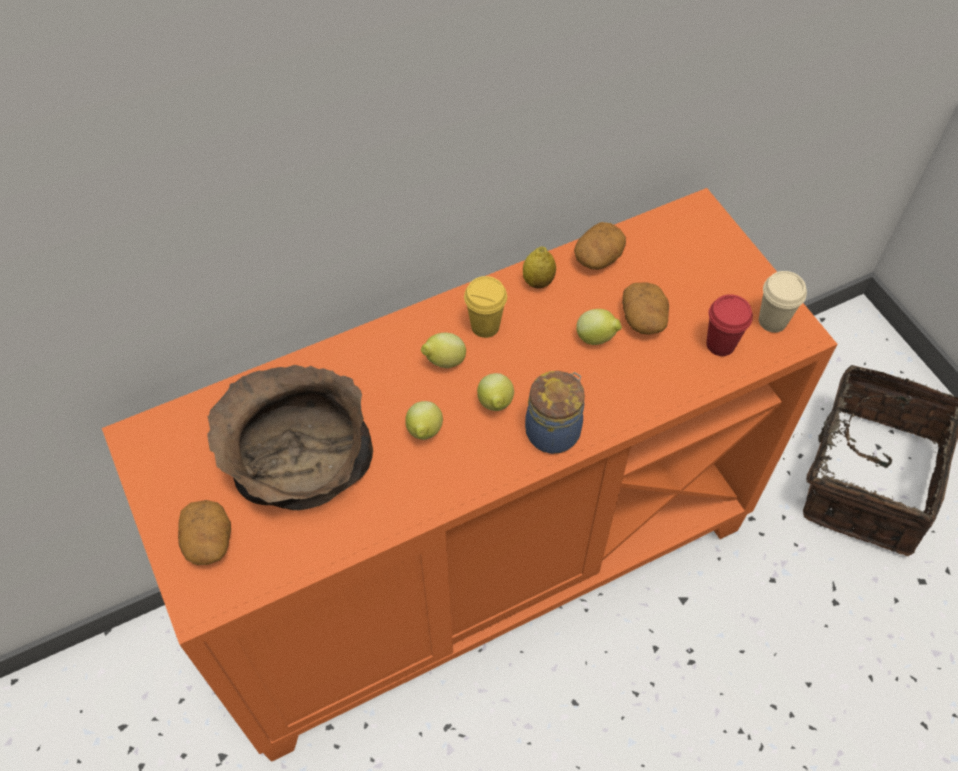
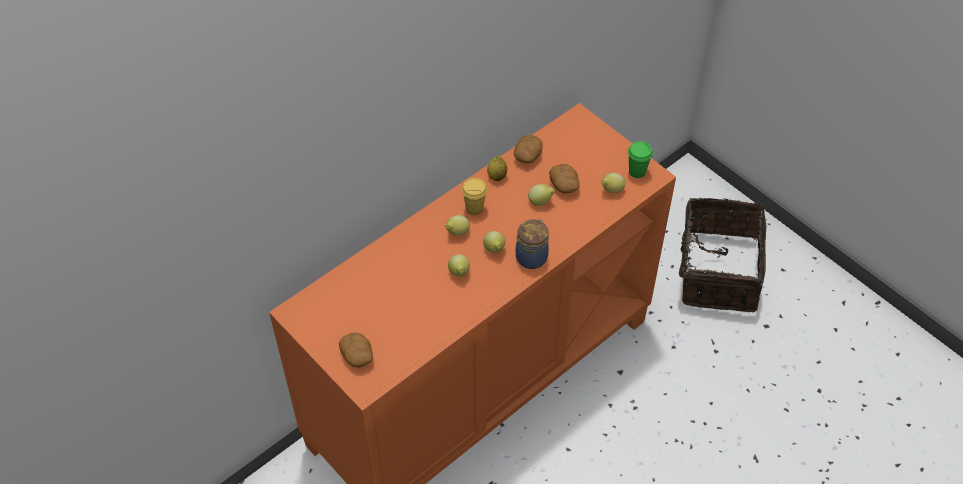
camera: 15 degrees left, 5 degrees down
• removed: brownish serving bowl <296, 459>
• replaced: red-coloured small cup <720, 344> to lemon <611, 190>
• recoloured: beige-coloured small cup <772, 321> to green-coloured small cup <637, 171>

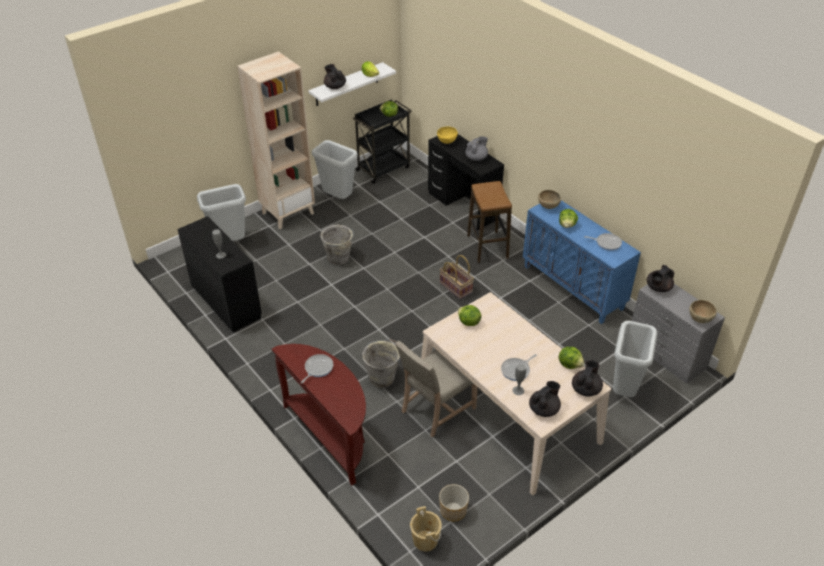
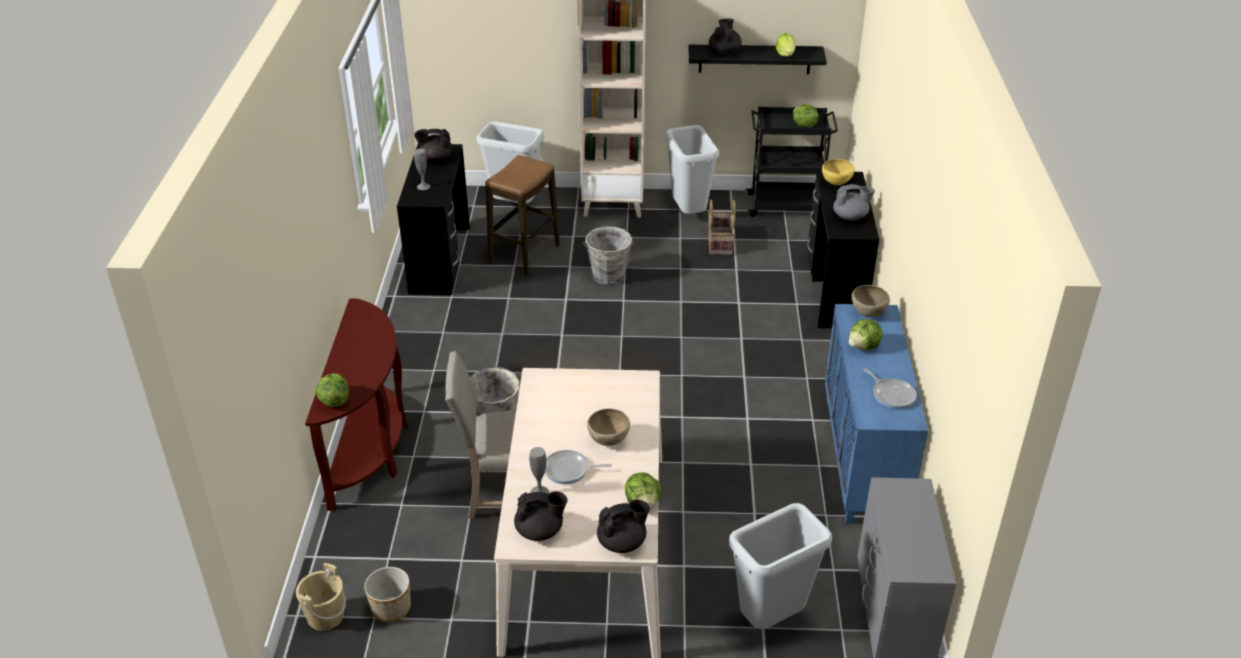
camera: 40 degrees right, 5 degrees down
• removed: pan <317, 368>
• moved: basket <456, 287> to <720, 243>
• moved: lettuce head <468, 322> to <334, 401>
• moved: stool seat <487, 247> to <524, 254>
• moved: blackish pot for tea <658, 288> to <436, 158>
• moved: brownish serving bowl <699, 319> to <608, 440>
• recoloured: whitish wall shelf <346, 84> to blackish wall shelf <754, 59>

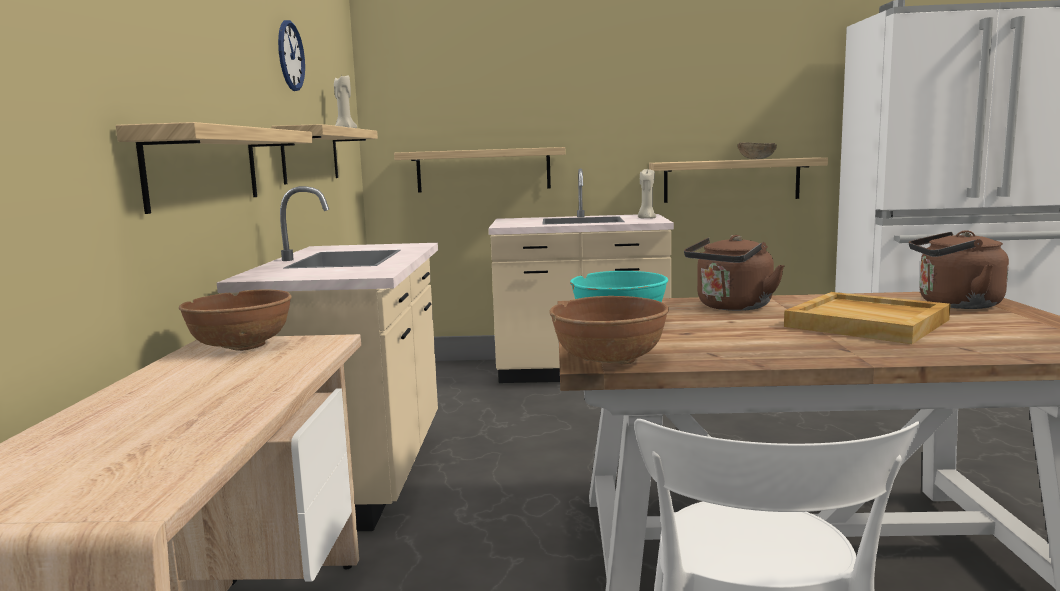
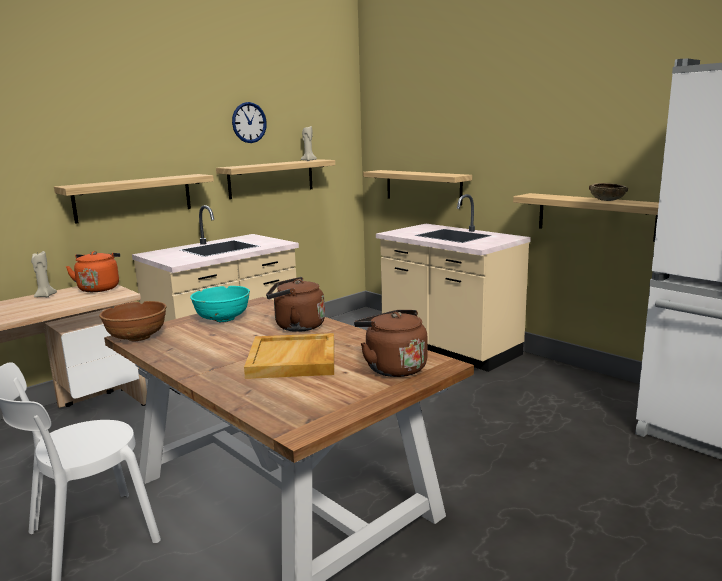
camera: 45 degrees right, 5 degrees up
• moved: beige-coloured candle <646, 218> to <45, 296>
• replaced: brownish serving bowl <241, 346> to orange water kettle <99, 288>

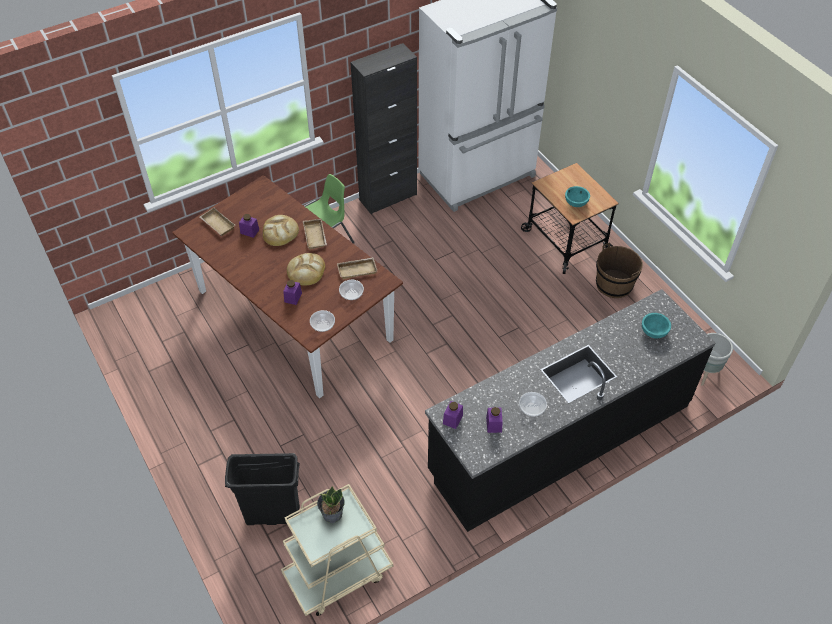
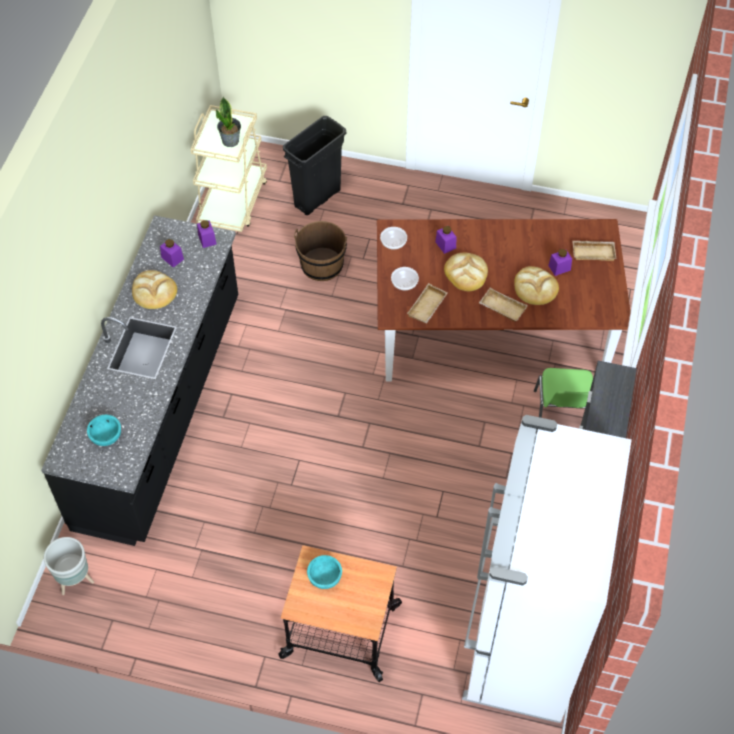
camera: 135 degrees right, 5 degrees up
• moved: brownish bucket <614, 284> to <322, 265>
• replaced: serving bowl <532, 408> to baked bread <154, 291>

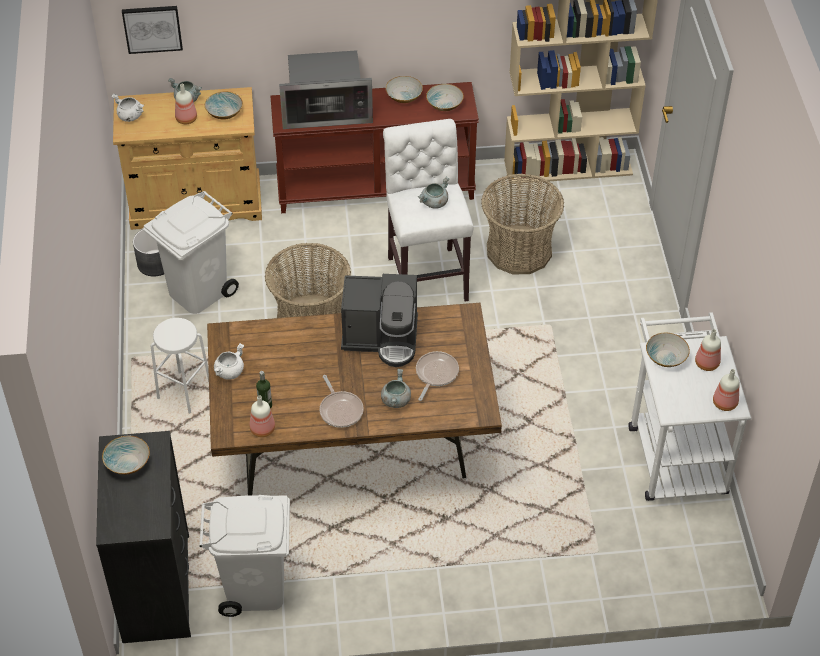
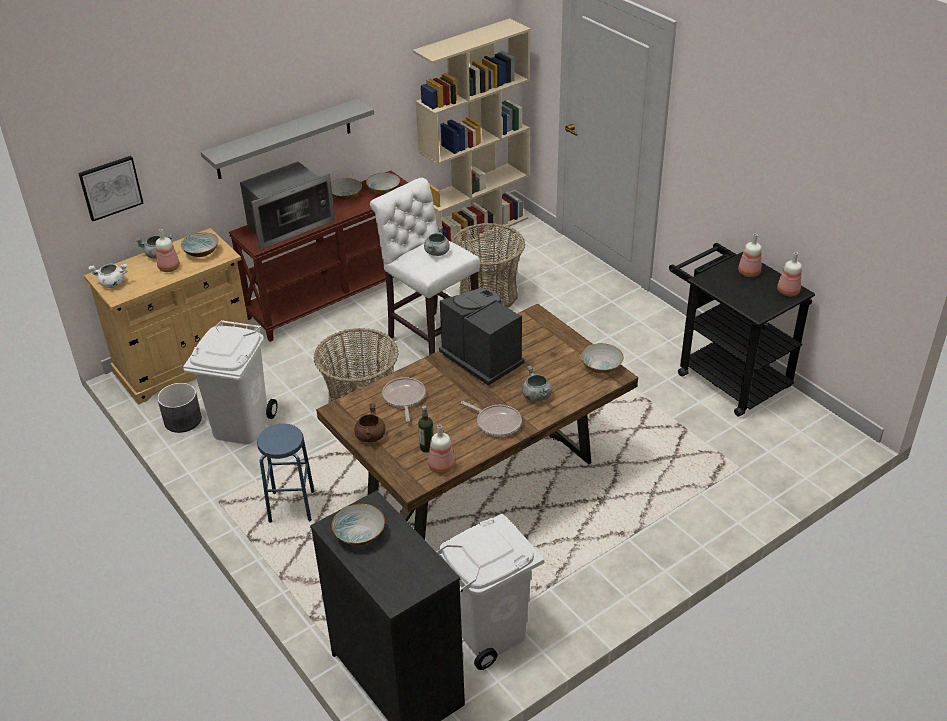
camera: 30 degrees left, 10 degrees down
• added: greyish wall shelf <284, 139>
• moved: pan <435, 374> to <404, 398>
• moved: serving bowl <665, 357> to <600, 366>
• recoloured: whitish stool seat <184, 392> to blue-coloured stool seat <291, 507>
• recoloured: whitish cooking pot <229, 371> to brownish cooking pot <370, 436>
• recoloured: whitish wheeled cart <674, 451> to blackish wheeled cart <726, 375>
• turned: coffee maker <382, 338> = <482, 358> 105 degrees counterclockwise

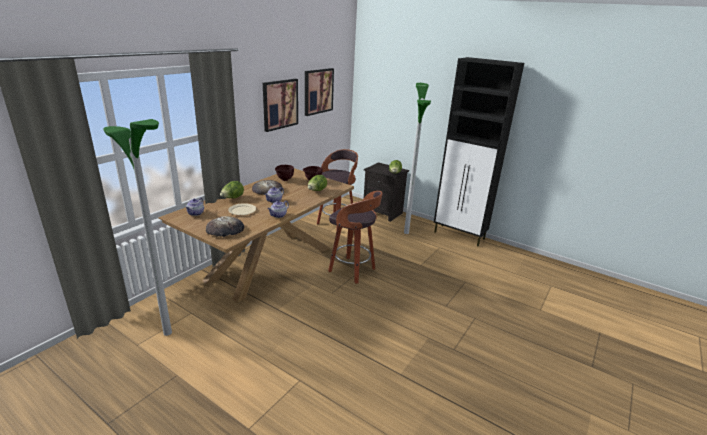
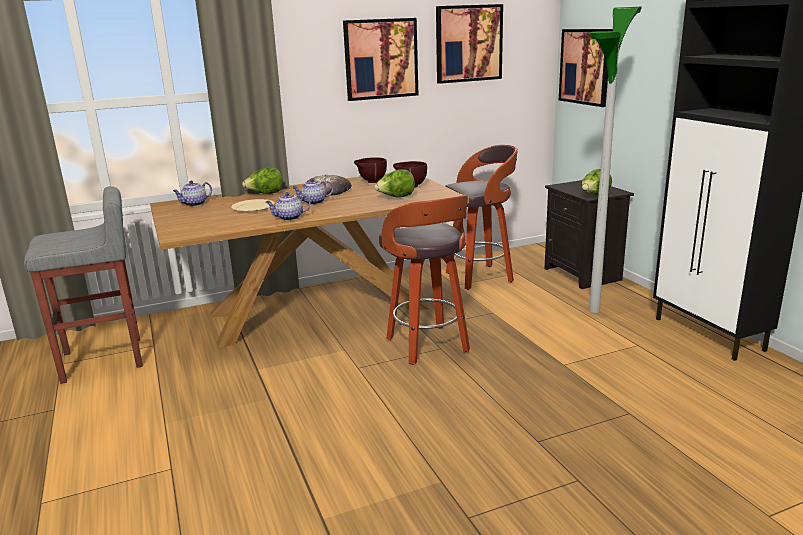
camera: 35 degrees right, 5 degrees down
• removed: baked bread <225, 230>
• added: wall art <585, 66>
• replaced: floor lamp <168, 332> to greyish stool seat <104, 360>

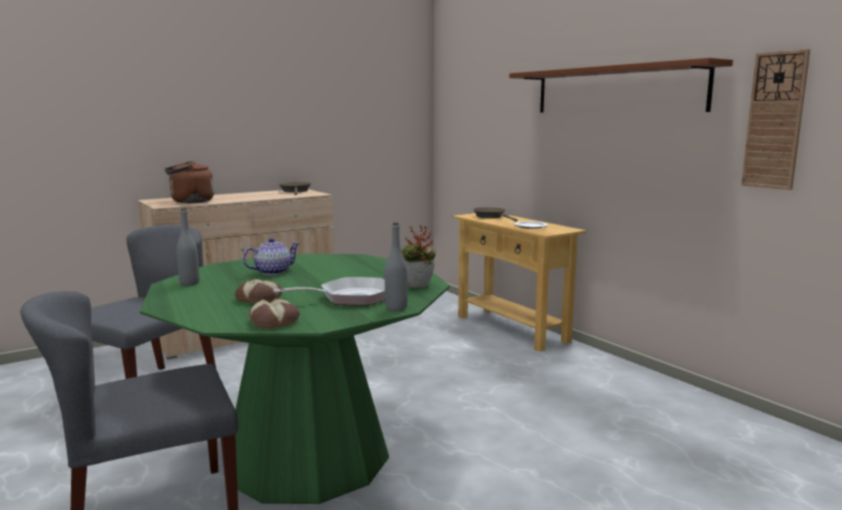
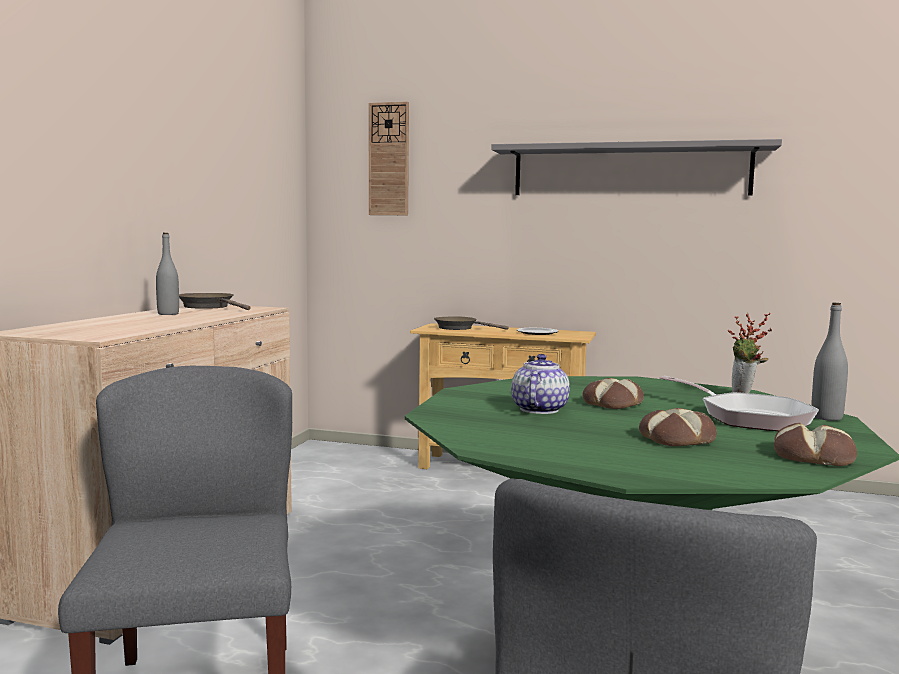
camera: 40 degrees left, 5 degrees down
• removed: brownish water kettle <189, 201>
• added: baked bread <611, 403>
• moved: greyish beverage bottle <189, 283> to <168, 314>
• moved: wall clock <775, 121> to <389, 159>
• recoloured: brownish wall shelf <616, 90> to greyish wall shelf <630, 171>
• turned: pan <350, 298> = <748, 417> 120 degrees clockwise

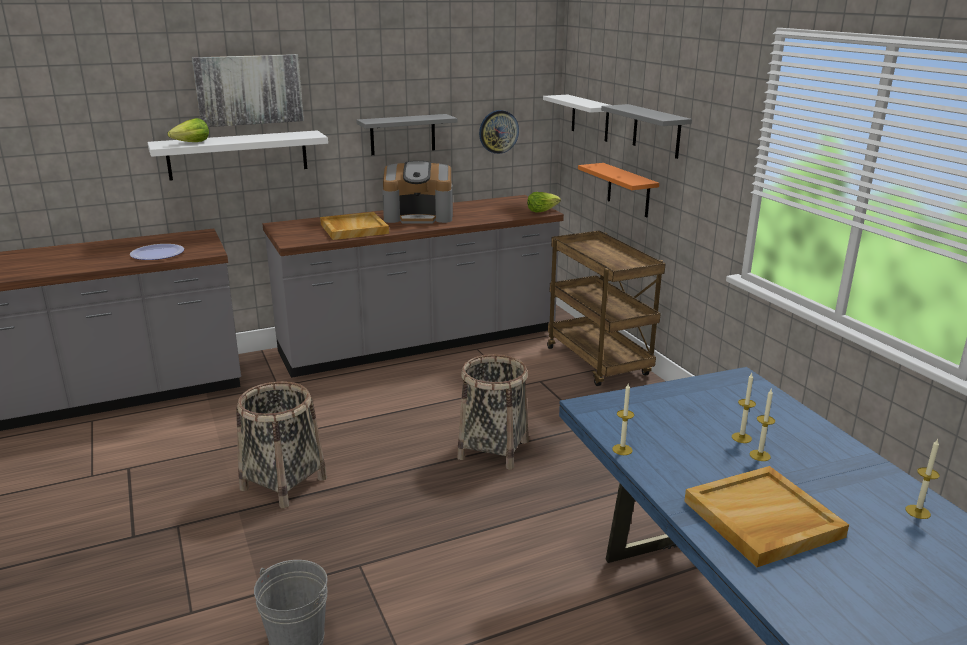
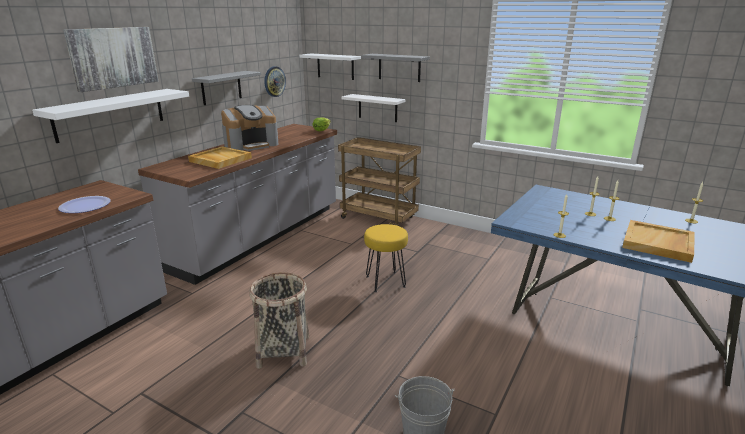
camera: 35 degrees left, 0 degrees up
• removed: lettuce head <192, 143>
• replaced: basket <493, 449> to yellow-coloured stool seat <385, 281>
• recoloured: orange wall shelf <628, 190> to whitish wall shelf <377, 108>

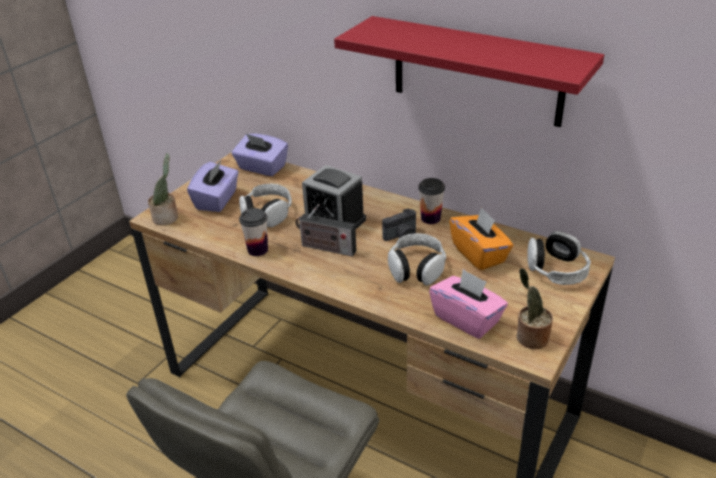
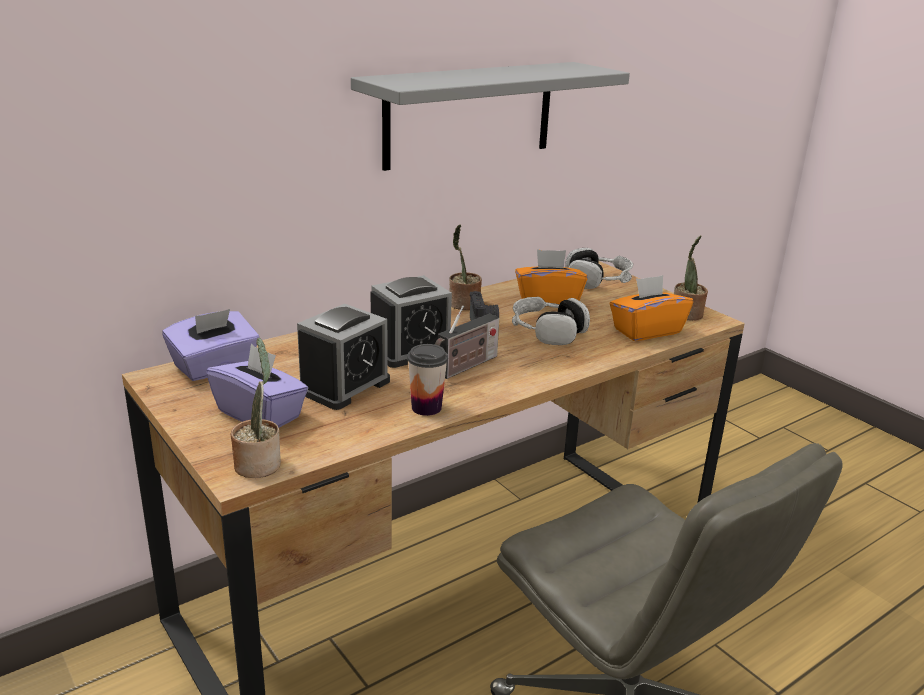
camera: 70 degrees left, 10 degrees down
• replaced: headphones <266, 213> to alarm clock <344, 386>
• replaced: small cup <430, 218> to potted plant <463, 304>
• recoloured: red-coloured wall shelf <476, 71> to greyish wall shelf <470, 114>
• recoloured: pinkish box of tissues <467, 319> to orange box of tissues <646, 331>

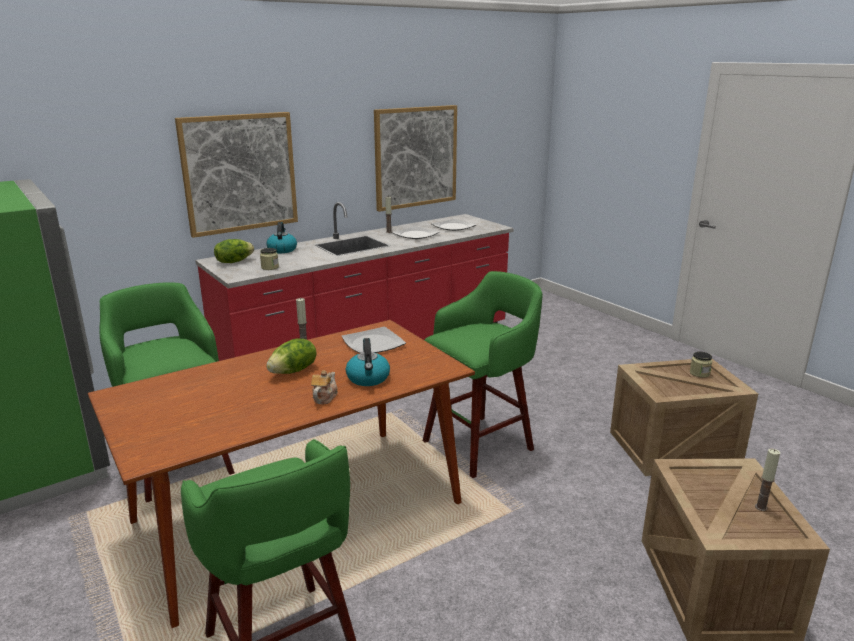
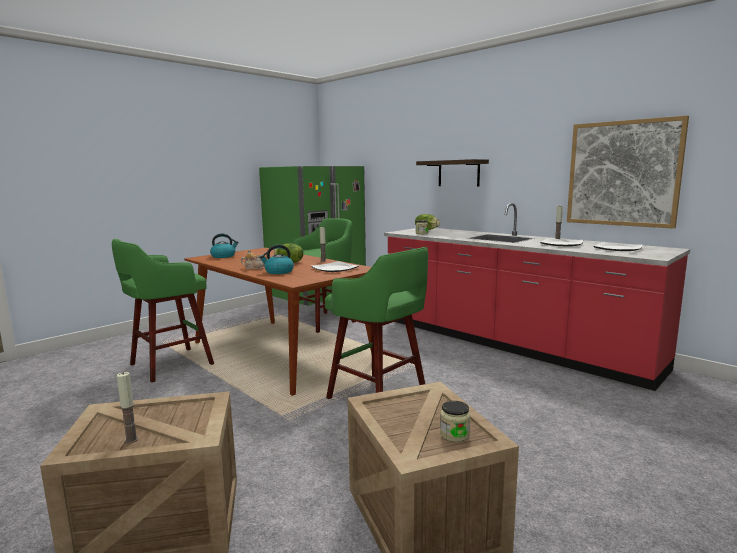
camera: 80 degrees right, 10 degrees down
• moved: water kettle <282, 250> to <224, 256>
• replaced: wall art <239, 173> to wall shelf <458, 173>

